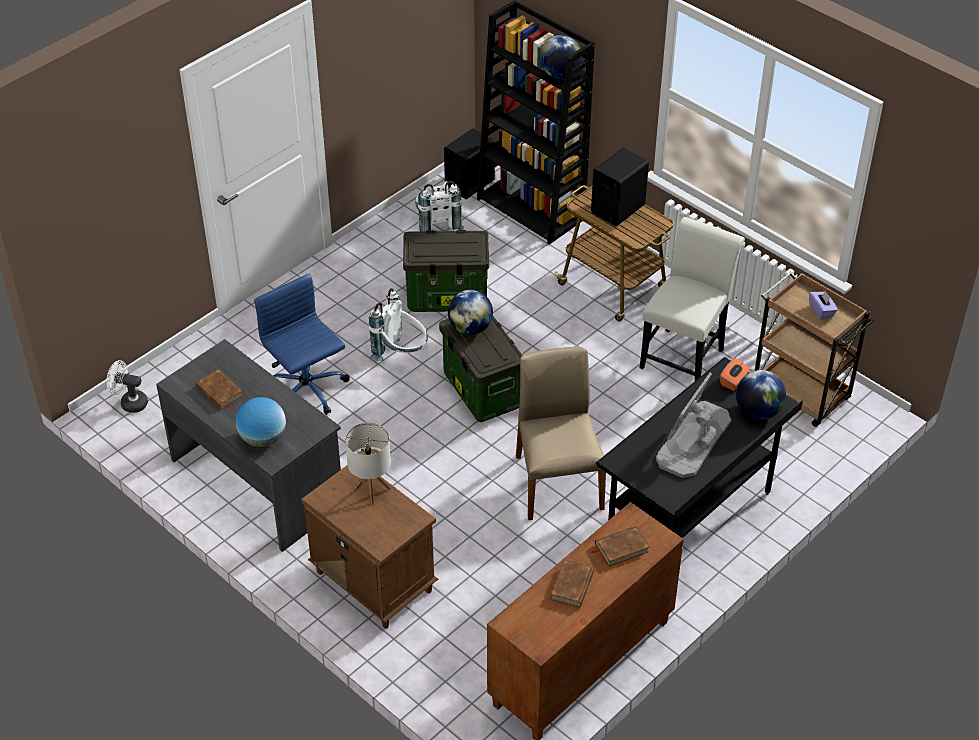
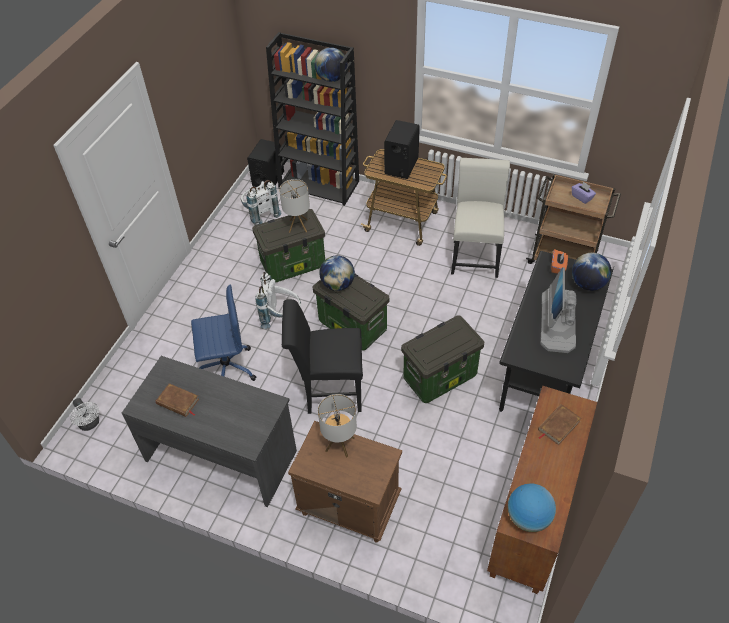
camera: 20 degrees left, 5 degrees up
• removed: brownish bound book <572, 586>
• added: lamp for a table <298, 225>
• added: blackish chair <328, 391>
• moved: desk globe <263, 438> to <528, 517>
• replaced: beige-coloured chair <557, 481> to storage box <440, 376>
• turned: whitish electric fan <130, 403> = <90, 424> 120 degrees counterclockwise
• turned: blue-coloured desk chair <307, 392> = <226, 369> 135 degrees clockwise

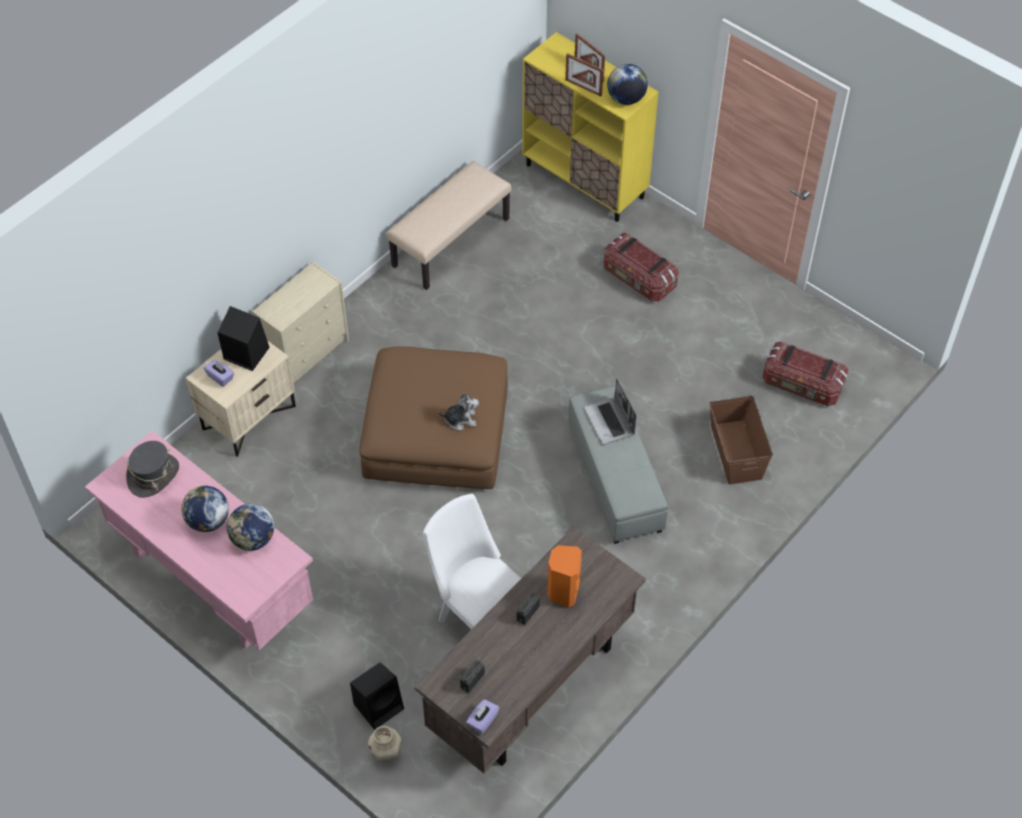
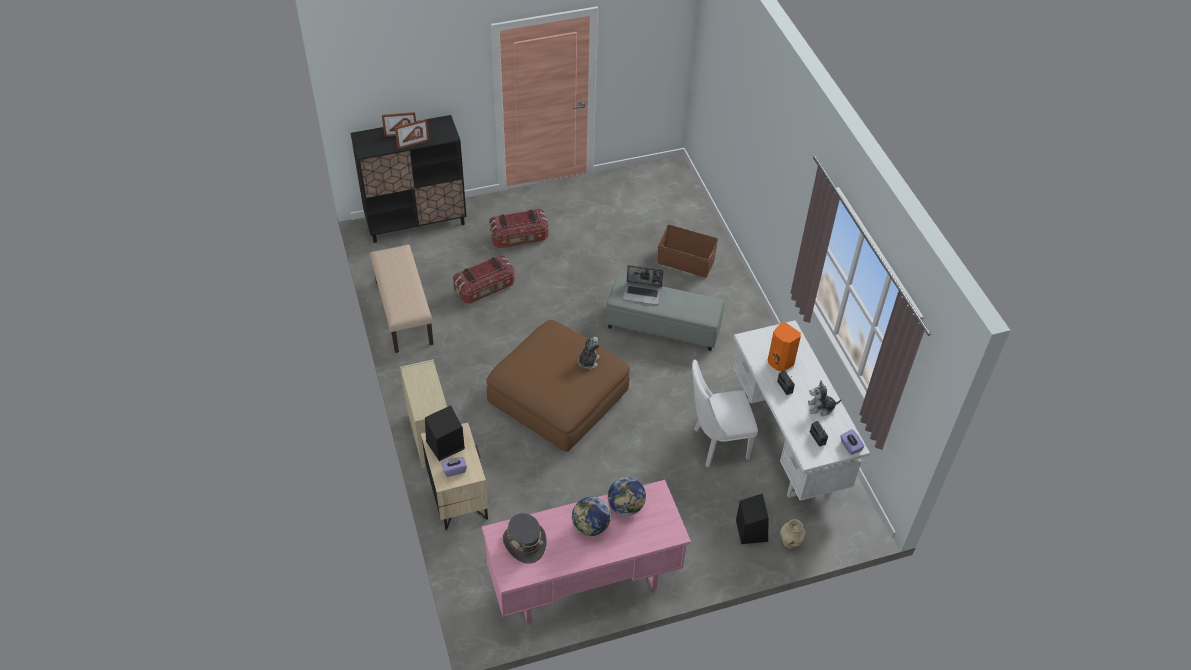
camera: 60 degrees left, 5 degrees down
• removed: desk globe <626, 99>
• added: plush toy <821, 407>
• moved: storage box <802, 385> to <485, 289>
• recoloured: brownish desk unit <531, 687> to whitish desk unit <787, 443>
• recoloured: yellow-coloured cabinet <585, 181> to blackish cabinet <416, 222>

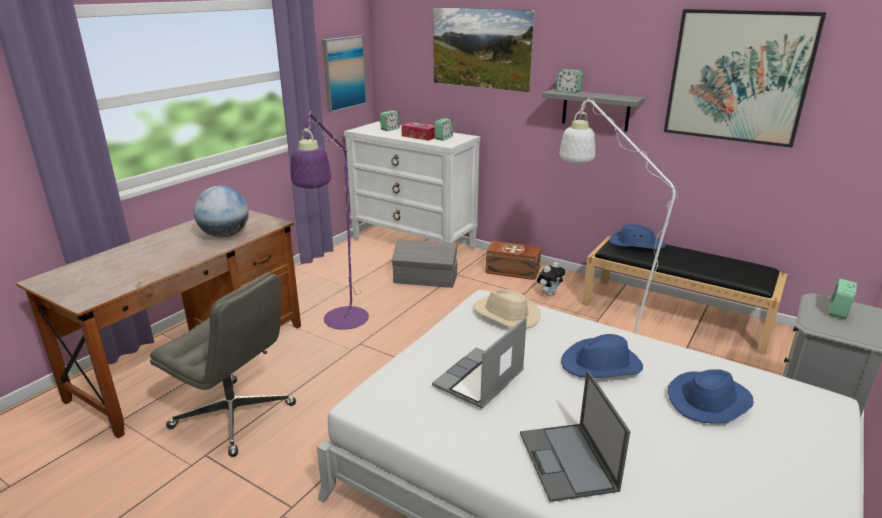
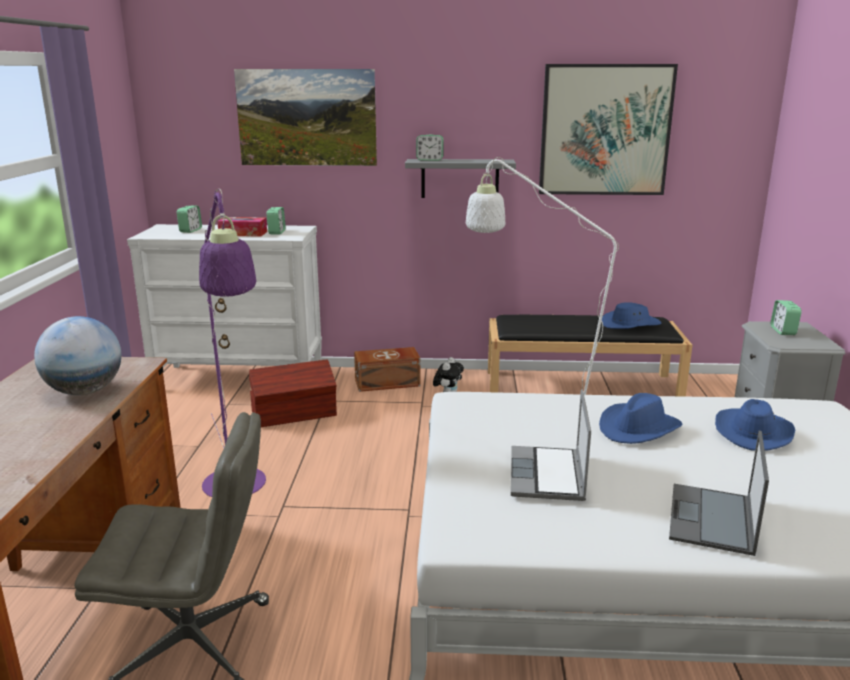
camera: 30 degrees left, 5 degrees down
• removed: wall art <344, 73>
• removed: beige-coloured wearable hat <505, 314>
• moved: blue-coloured wearable hat <636, 244> to <630, 324>
• recoloured: greyish storage box <426, 279> to brownish storage box <295, 414>
• turned: portable computer <568, 462> = <712, 519> 60 degrees clockwise

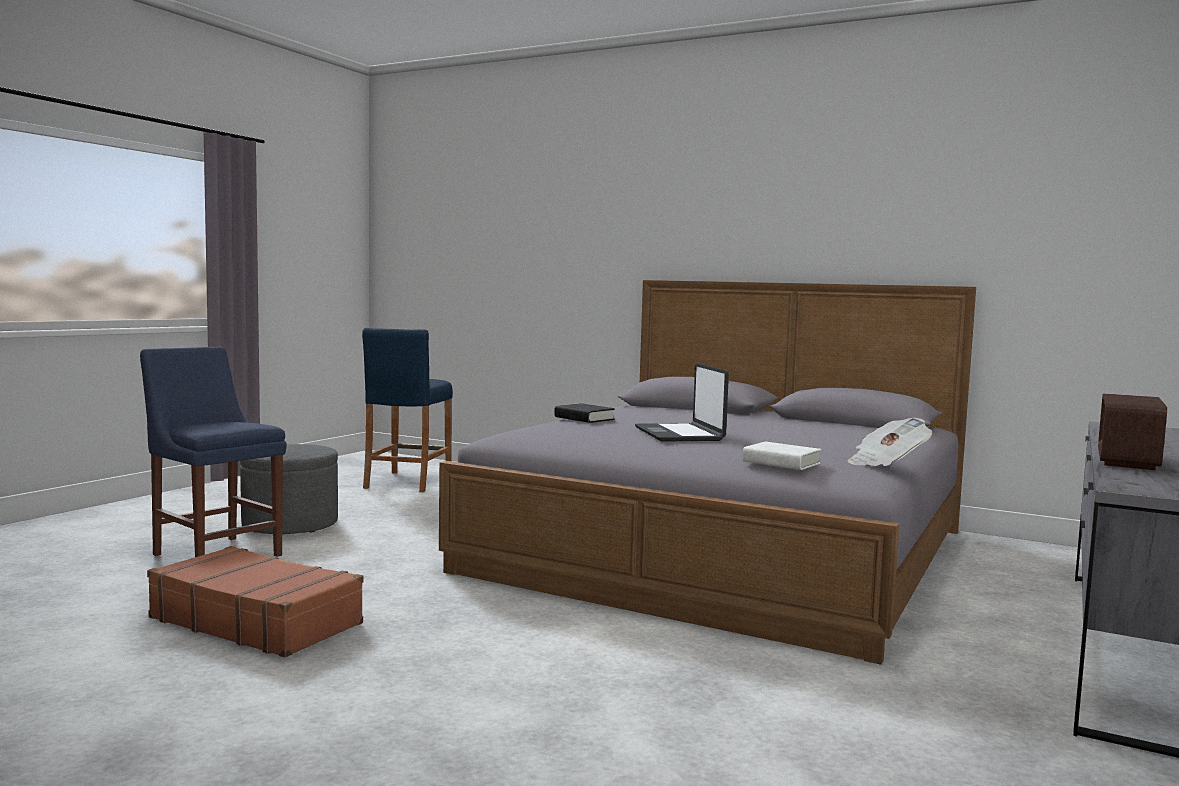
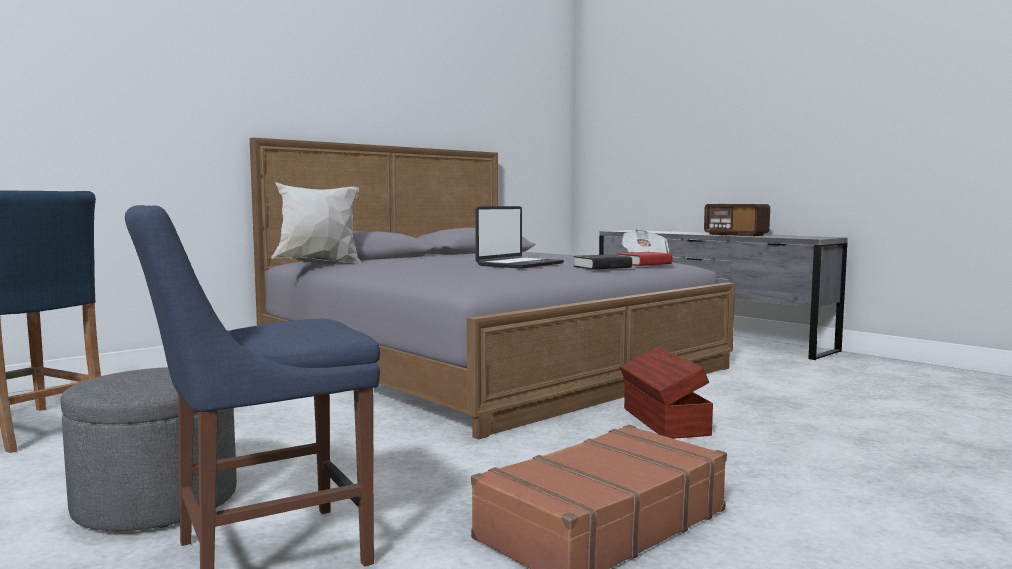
camera: 70 degrees left, 0 degrees up
• added: whitish pillow <319, 264>
• added: brownish storage box <664, 422>
• moved: blackish bound book <584, 418> to <602, 267>
• recoloured: whitish bound book <781, 462> to red-coloured bound book <644, 264>
• turned: portable computer <680, 434> = <519, 264> 60 degrees counterclockwise

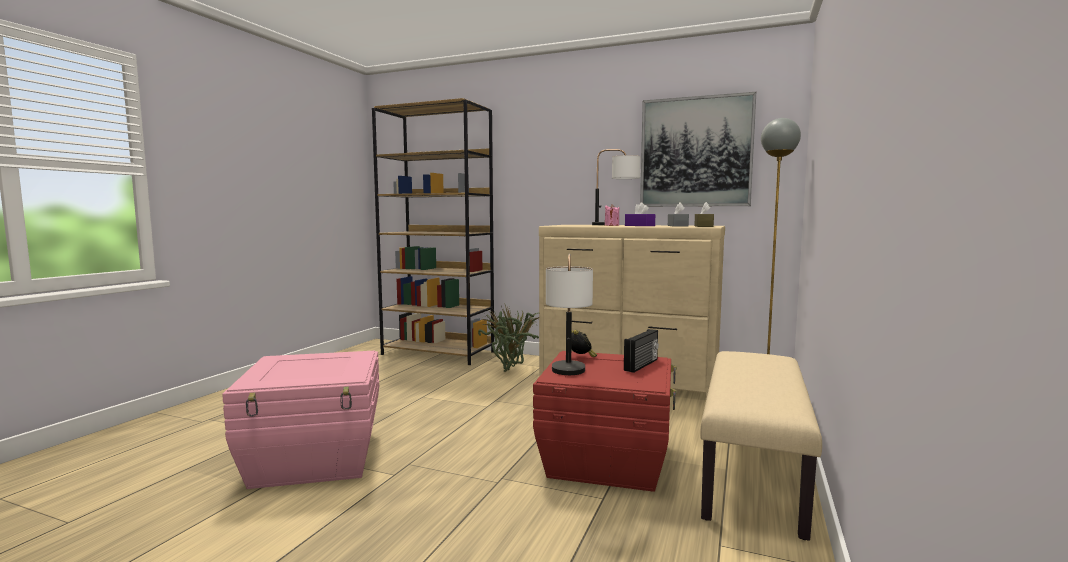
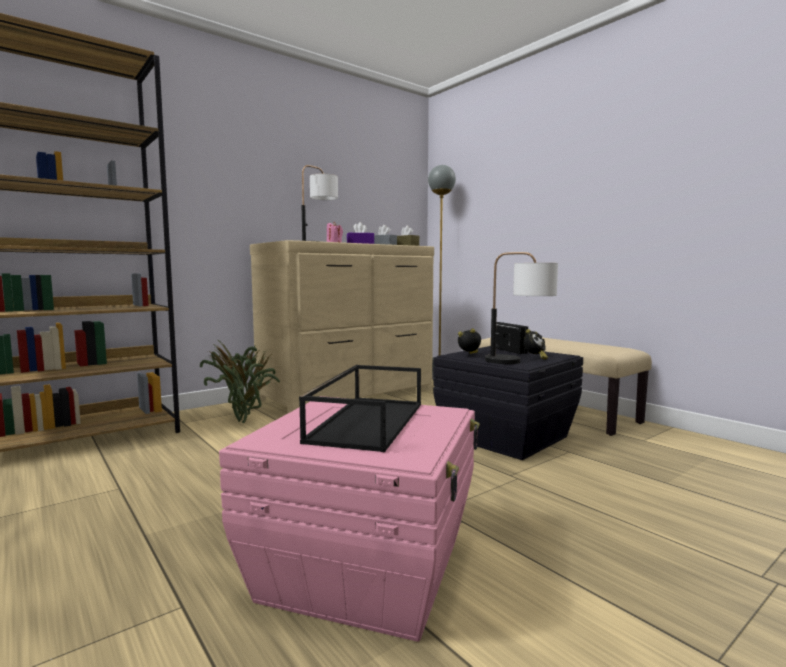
camera: 60 degrees left, 0 degrees up
• removed: wall art <695, 152>
• added: blackish serving tray <366, 421>
• added: alarm clock <534, 358>
• recoloured: red-coloured storage box <607, 460> to blackish storage box <505, 436>

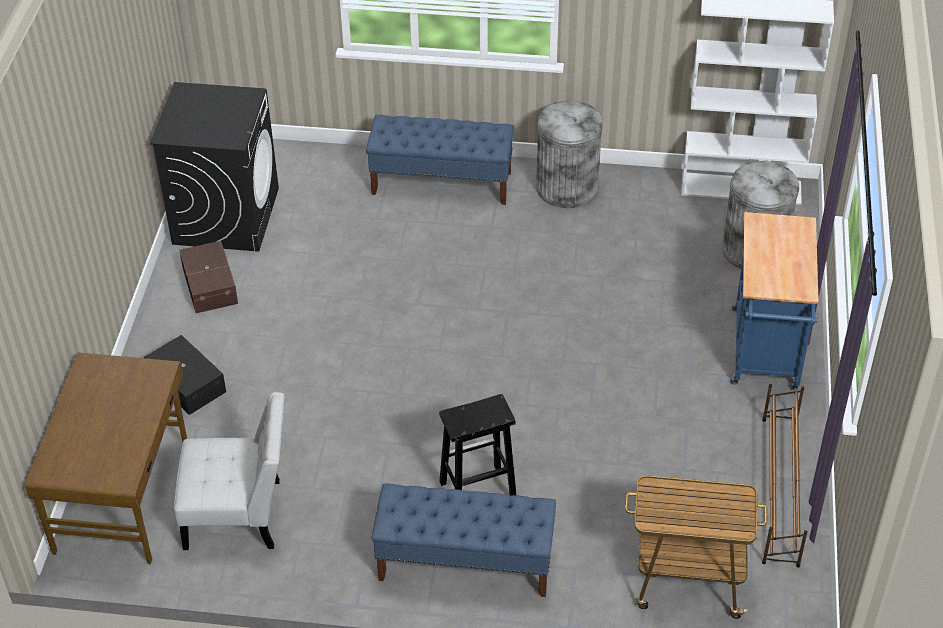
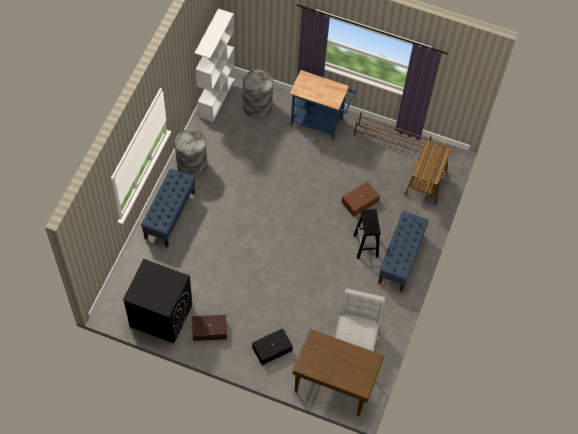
camera: 80 degrees left, 15 degrees up
• added: brownish storage box <360, 202>

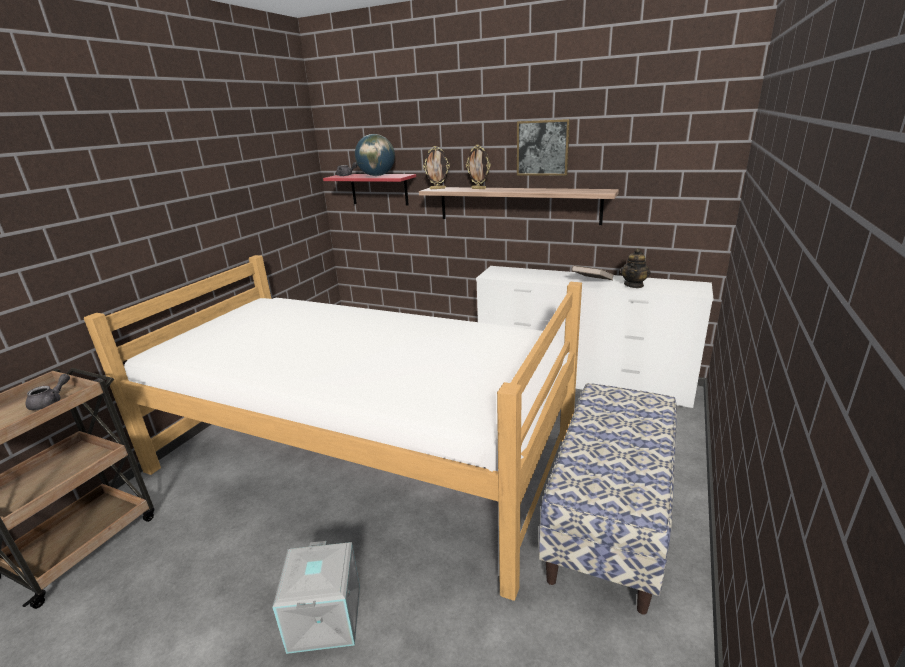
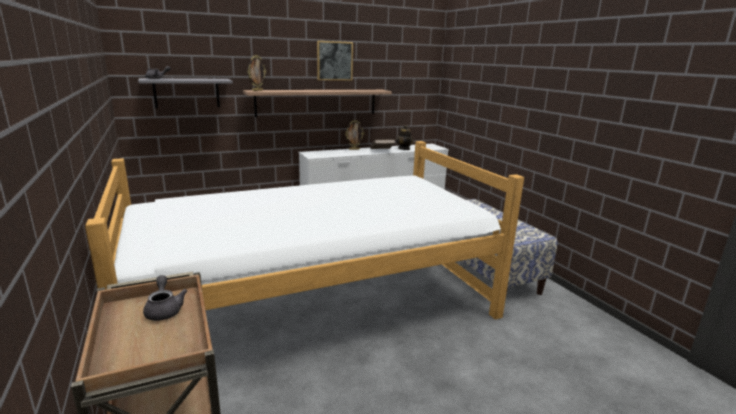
camera: 50 degrees left, 5 degrees down
• removed: greyish storage box <326, 618>
• removed: desk globe <376, 175>
• moved: photo frame <479, 188> to <354, 149>
• recoloured: red-coloured wall shelf <379, 189> to greyish wall shelf <187, 93>

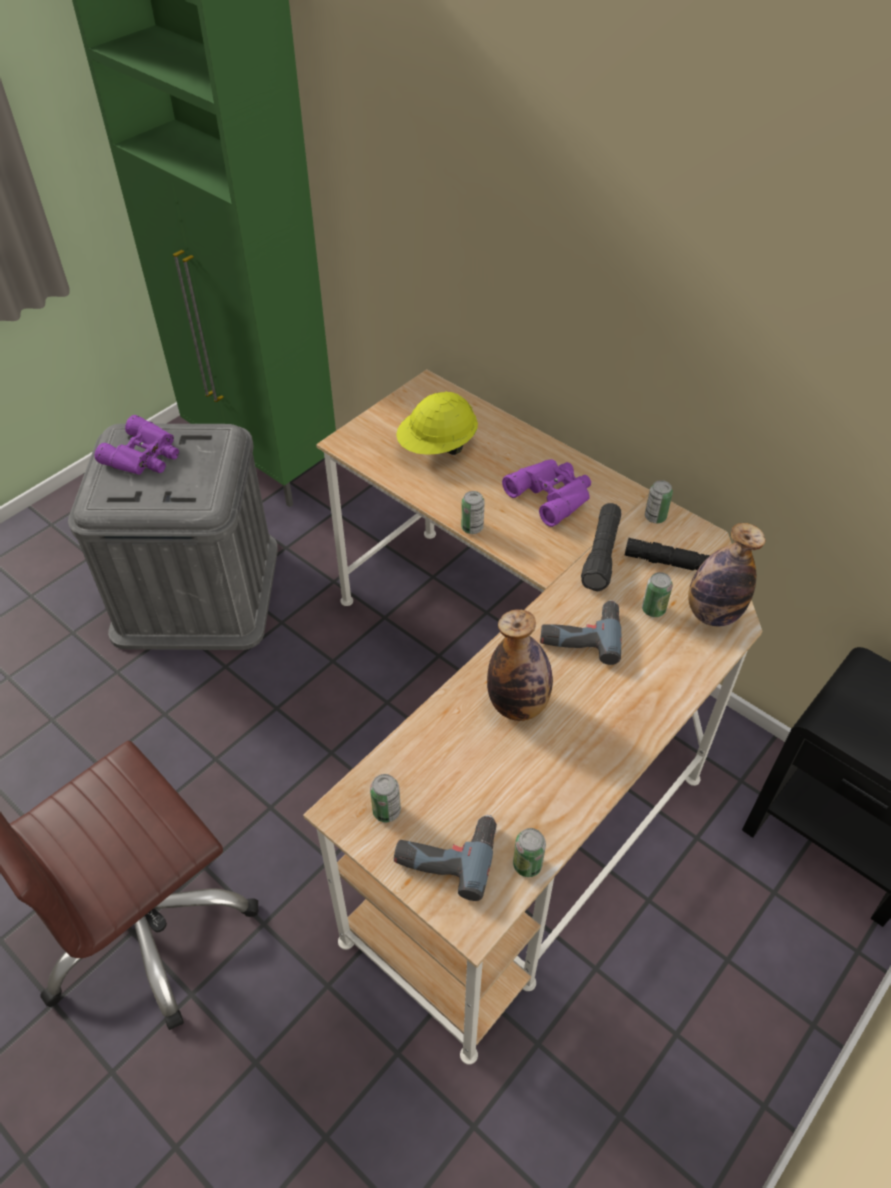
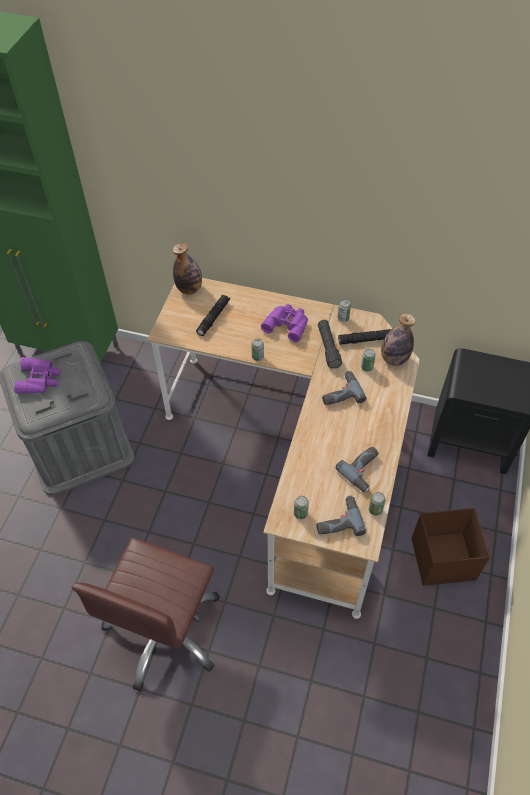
camera: 25 degrees left, 5 degrees up
• added: electric drill <364, 471>
• added: brownish storage box <441, 558>
• moved: beverage bottle <518, 704> to <189, 289>
• replaced: yellow-coloured safety helmet <437, 447> to blackish torch <213, 318>

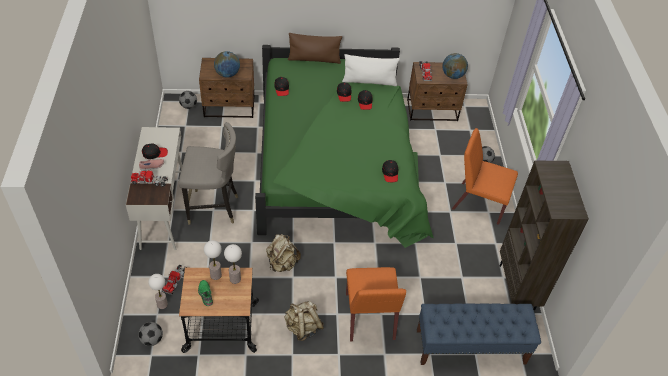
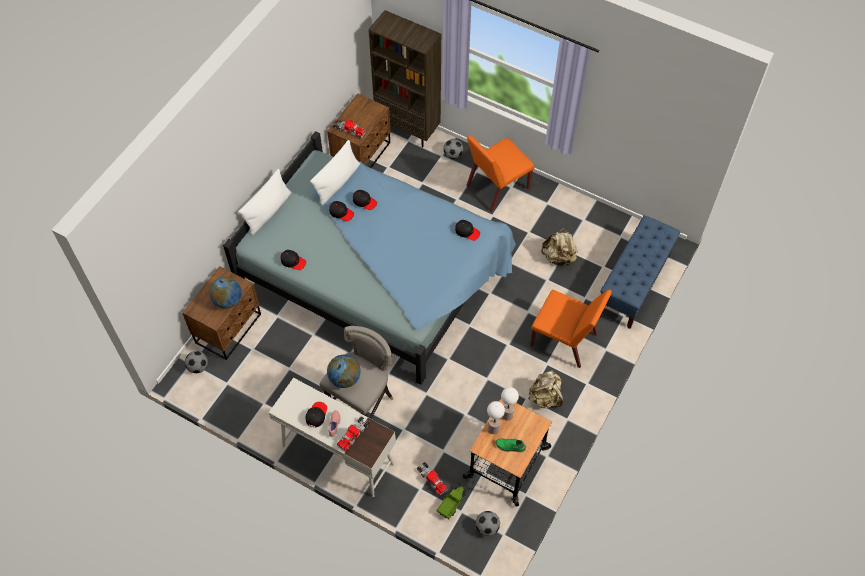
camera: 55 degrees left, 10 degrees up
• moved: beige-coloured backpack <282, 263> to <559, 257>
• moved: desk globe <452, 75> to <344, 378>
• moved: brownish bookcase <517, 287> to <408, 129>
• replaced: lamp for a table <162, 304> to model truck <452, 502>
• recoloured: green-coloured bedroom bed <337, 165> to blue-coloured bedroom bed <378, 272>
• recoloured: brownish pillow <314, 59> to whitish pillow <268, 211>

